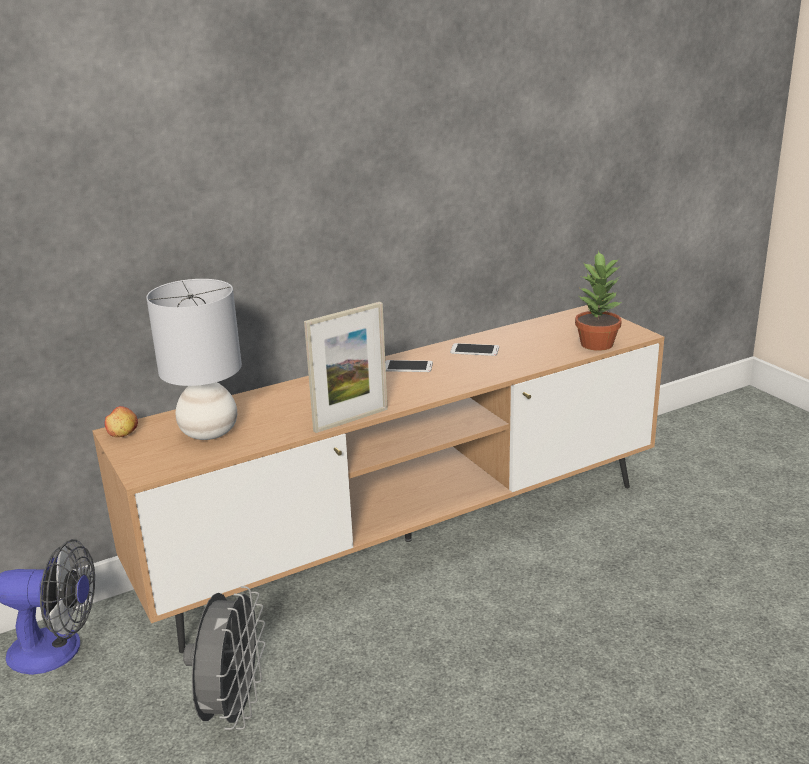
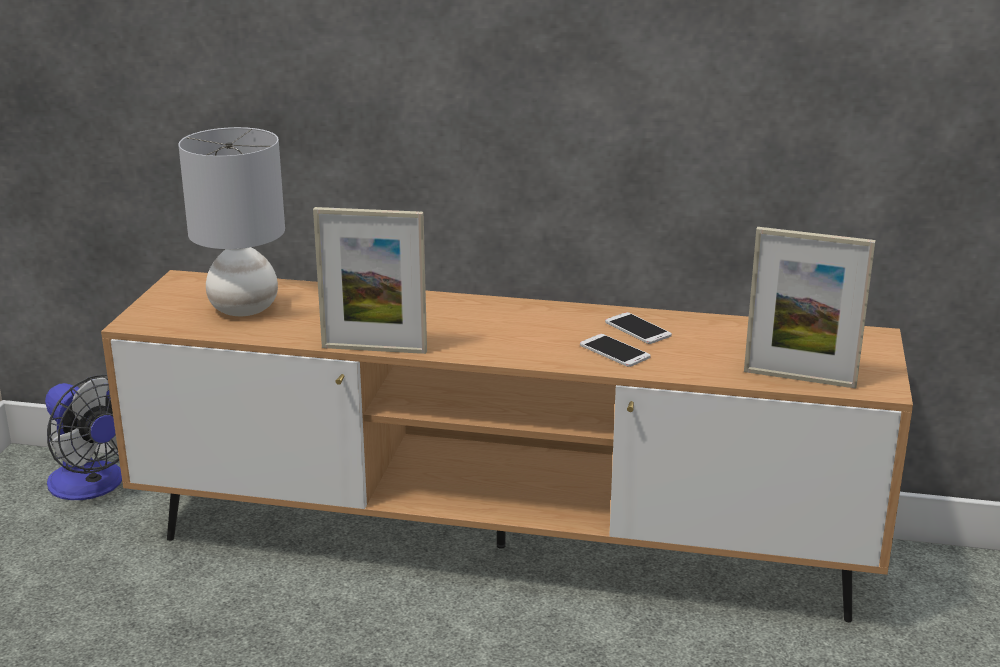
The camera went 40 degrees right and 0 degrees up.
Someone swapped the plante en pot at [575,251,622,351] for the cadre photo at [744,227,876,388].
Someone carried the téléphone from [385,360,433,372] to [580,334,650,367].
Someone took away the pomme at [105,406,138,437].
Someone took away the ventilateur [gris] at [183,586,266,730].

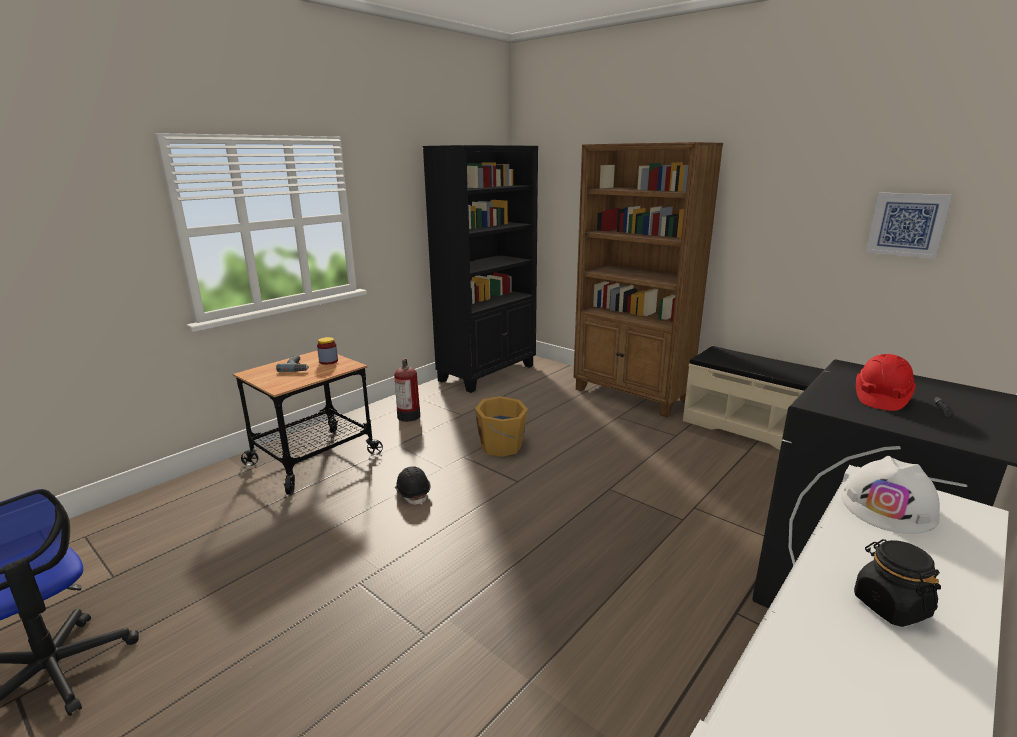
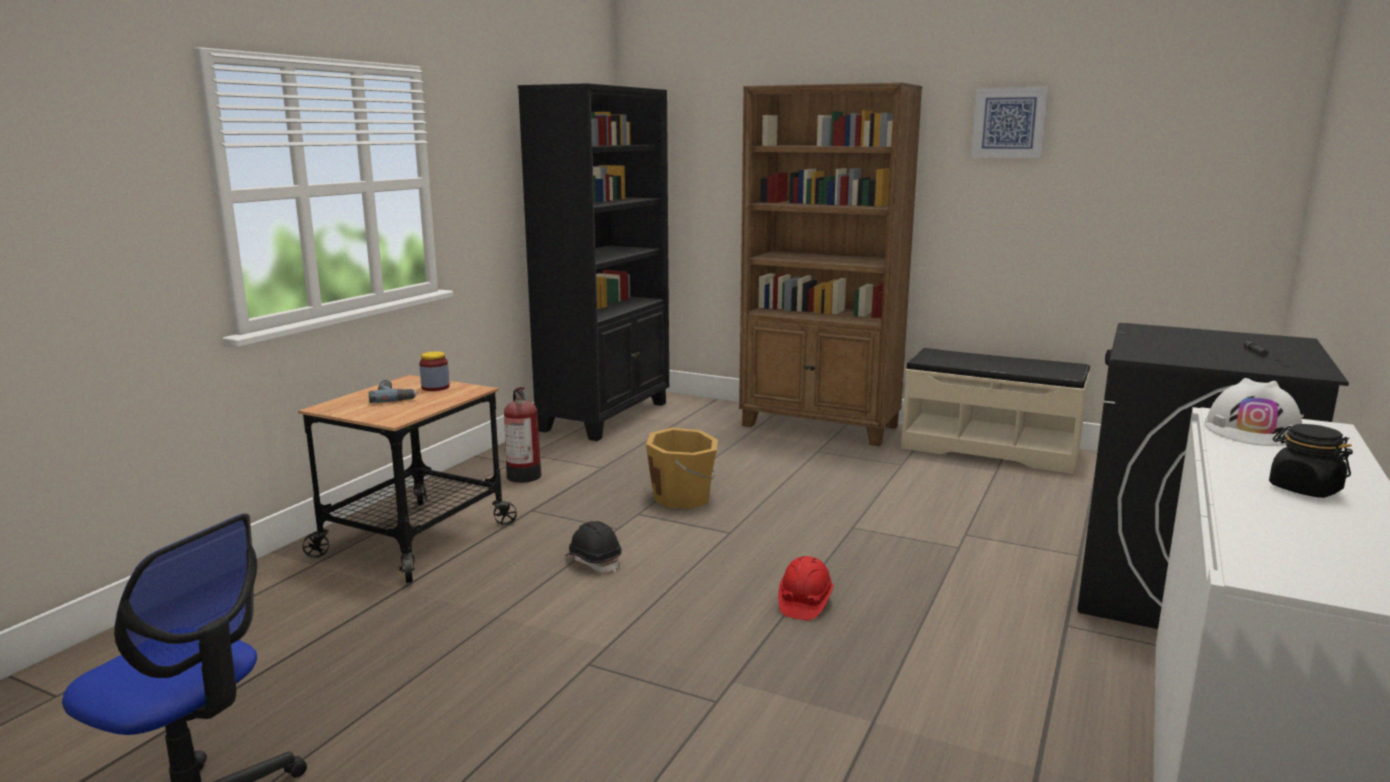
The camera went 15 degrees left and 5 degrees down.
Someone carried the tableau from [865,192,952,259] to [971,87,1048,158].
Someone carried the casque de chantier [rouge] from [856,354,916,411] to [778,556,834,620].

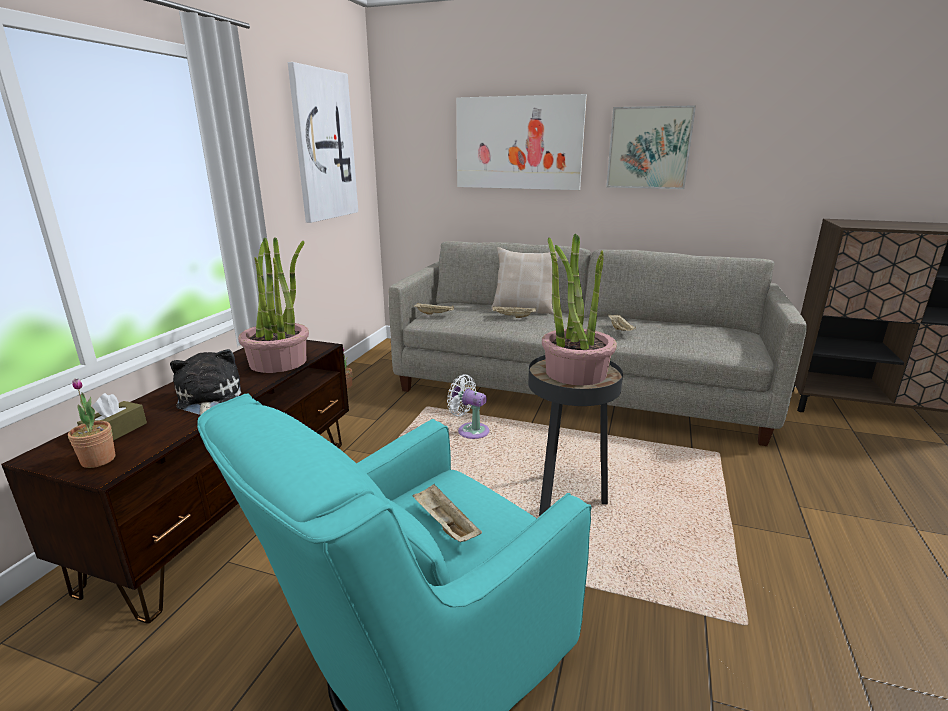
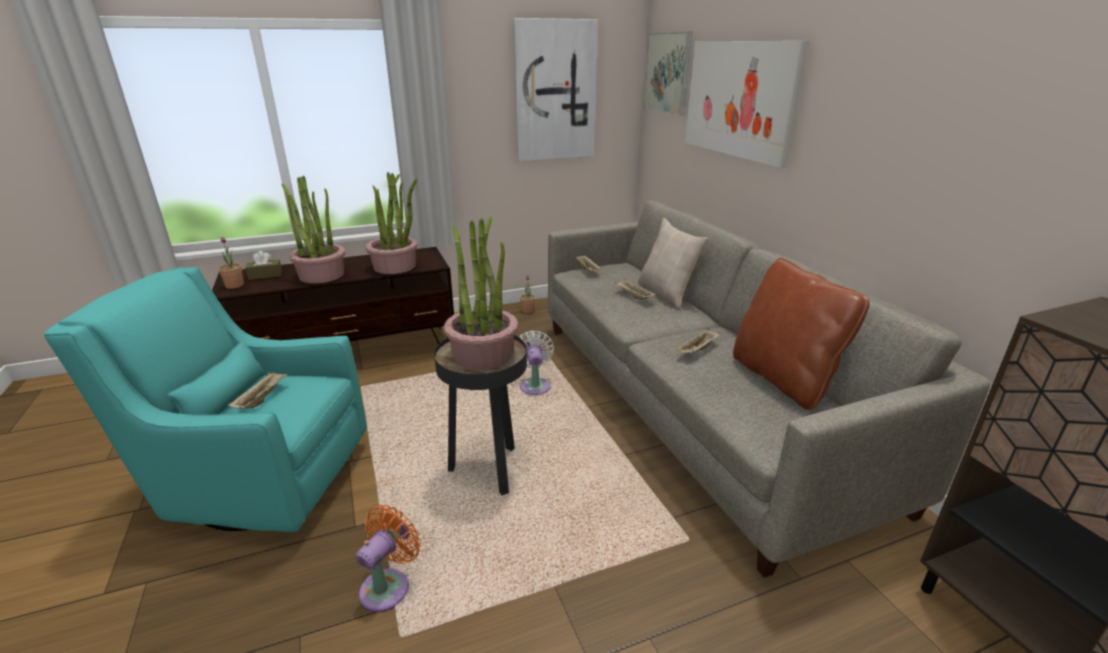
The camera went 50 degrees right and 5 degrees up.
Someone carried the tableau from [606,105,696,189] to [643,31,693,116].
Someone swapped the peluche at [170,349,241,415] for the plante en pot at [281,176,346,283].
Someone put down the coussin [marron] at [733,258,870,410].
Someone put down the ventilateur [orange] at [356,505,421,612].

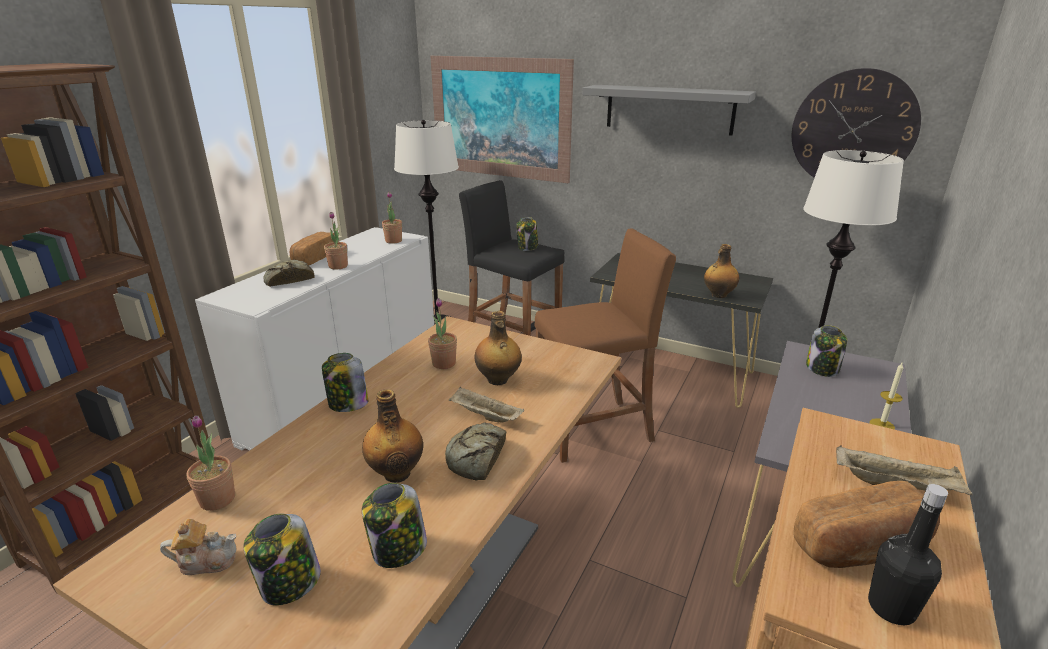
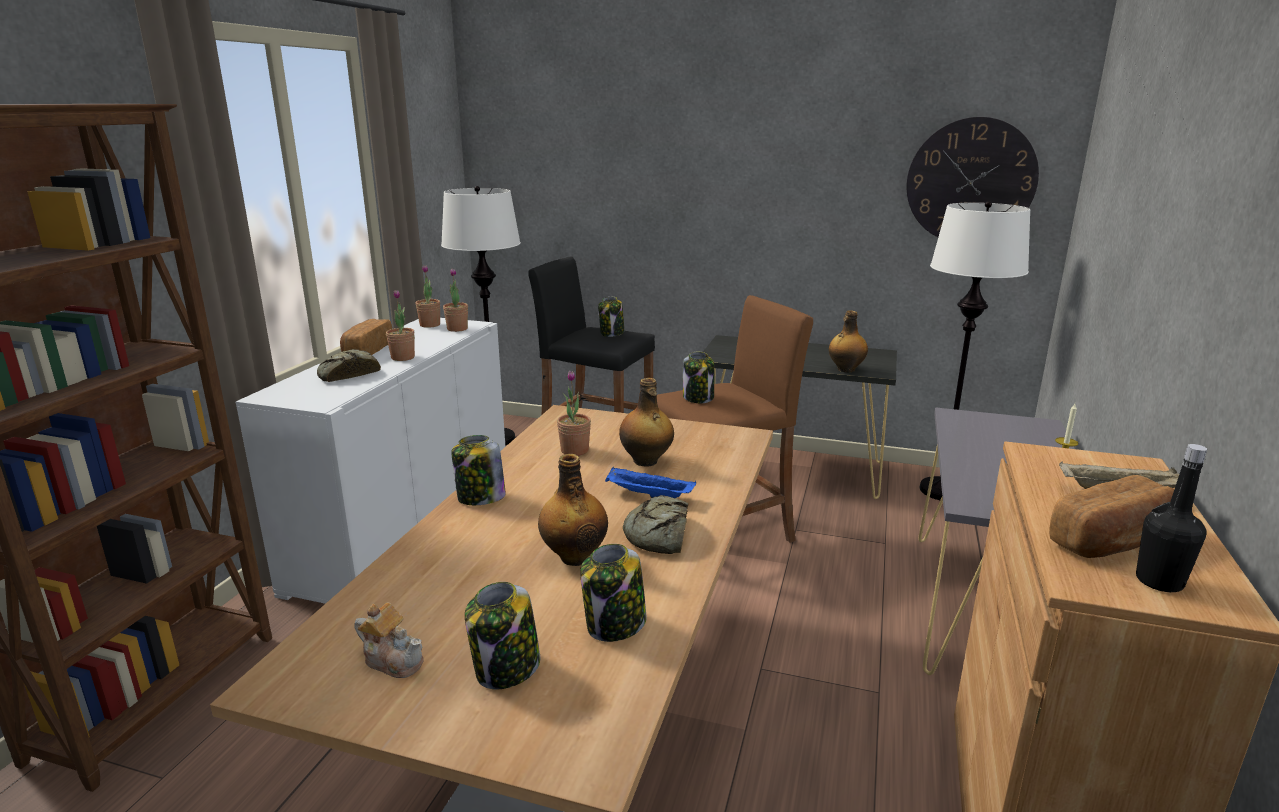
The camera went 10 degrees left and 5 degrees down.
Someone took away the tableau at [431,56,574,183].
Someone took away the étagère [gris] at [582,85,756,136].
Someone carried the bocal from [806,325,847,377] to [683,352,714,403].
Someone repainted the plateau [beige] at [449,387,524,422], which became the plateau [bleu] at [605,467,696,498].
Someone carried the plante en pot from [186,415,235,511] to [416,265,440,328].
Someone rotated the théière at [160,518,237,575] by 45 degrees clockwise.

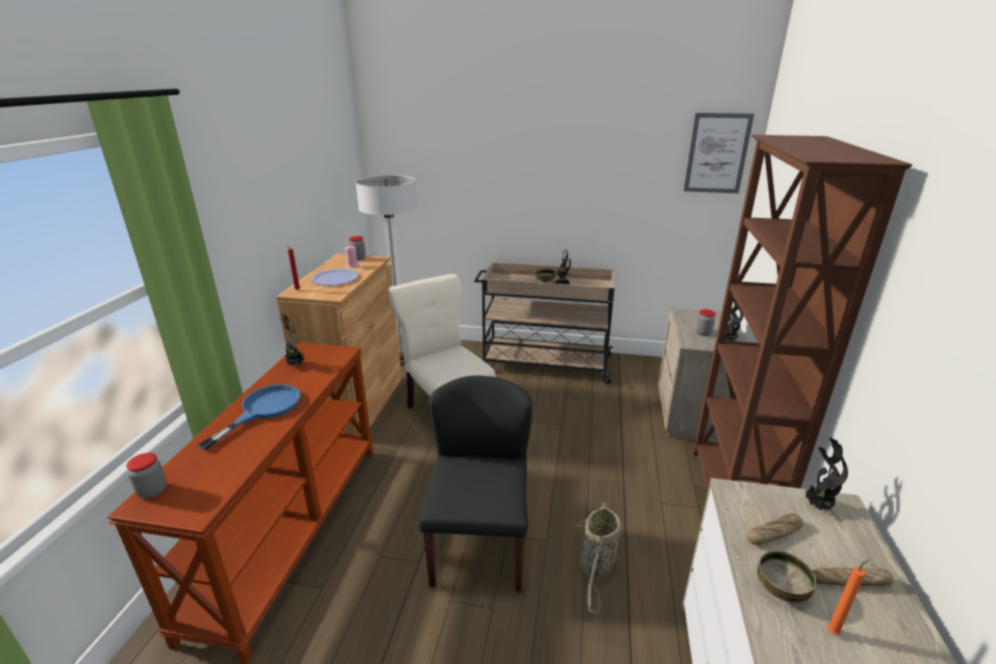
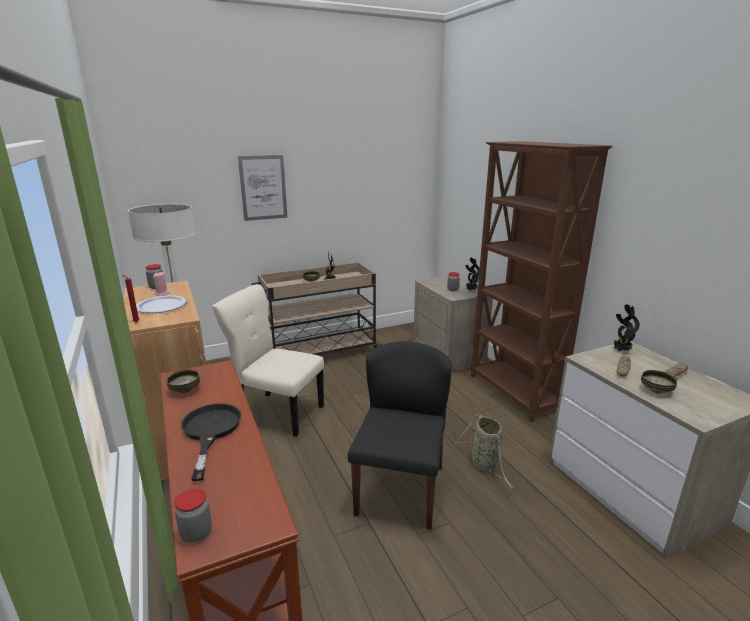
The camera went 35 degrees left and 5 degrees down.
Someone carried the tableau from [684,113,754,193] to [238,155,287,221].
Someone swapped the plante en pot at [280,314,305,365] for the bol at [166,370,200,393].
Someone rotated the chaise [noir] at [419,375,532,592] by 45 degrees clockwise.
Someone repainted the poêle [bleu] at [198,384,300,450], which became the poêle [noir] at [181,404,242,481].
Someone took away the bougie [orange] at [827,559,869,635].

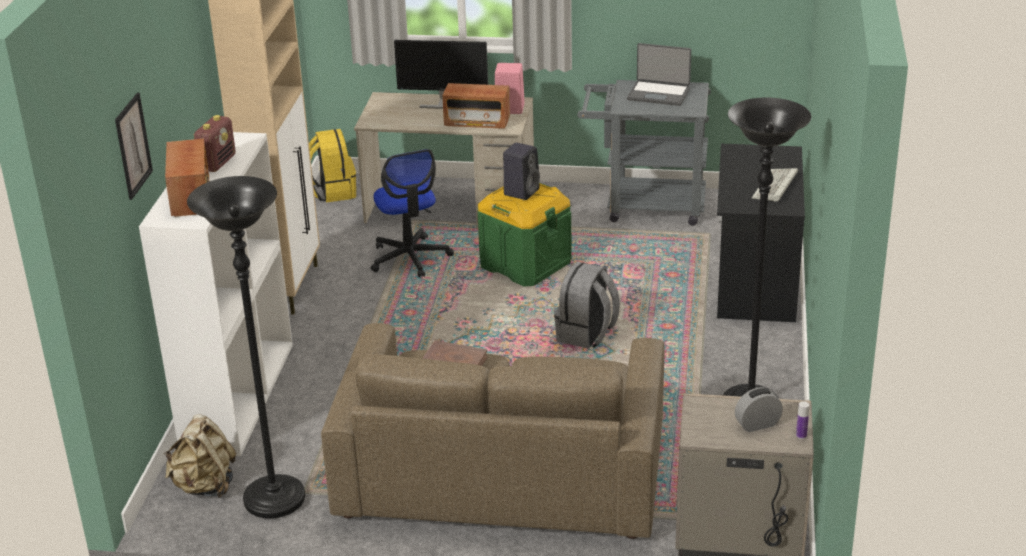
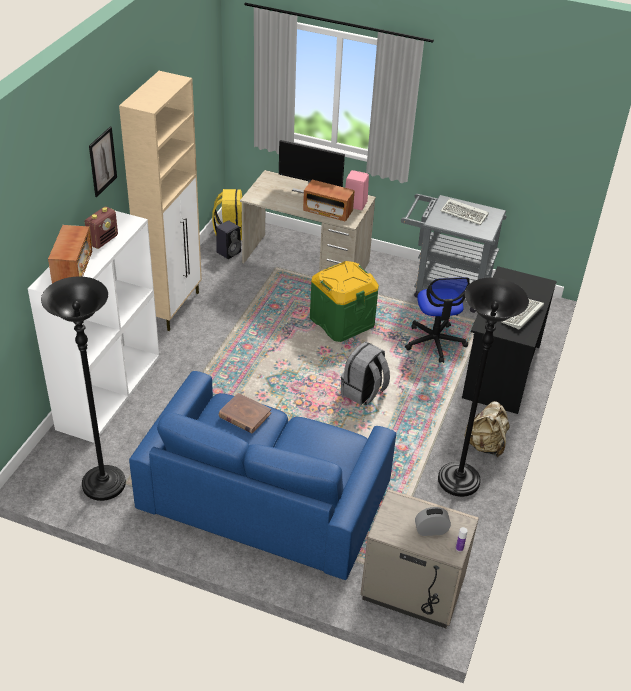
The camera went 10 degrees right and 10 degrees up.
Someone swapped the ordinateur portable at [627,43,691,106] for the clavier at [441,199,489,225].
Someone carried the tableau from [115,93,153,200] to [89,127,117,197].
Someone carried the enceinte [noir] from [503,143,540,200] to [216,220,241,259].
Someone carried the chaise de bureau from [371,149,454,278] to [405,277,470,363].
Someone repainted the canapé [marron] at [321,323,665,539], which became the canapé [bleu] at [129,371,396,580].
Someone carried the sac à dos [beige] from [164,414,236,498] to [465,401,509,457].

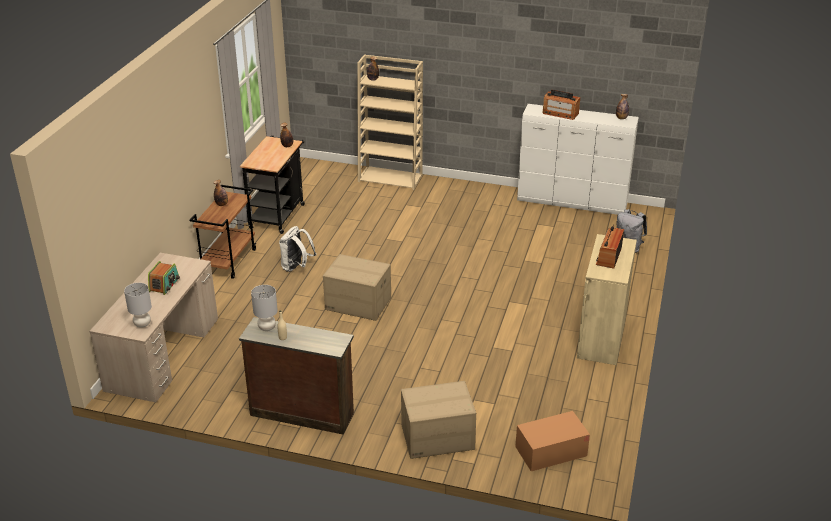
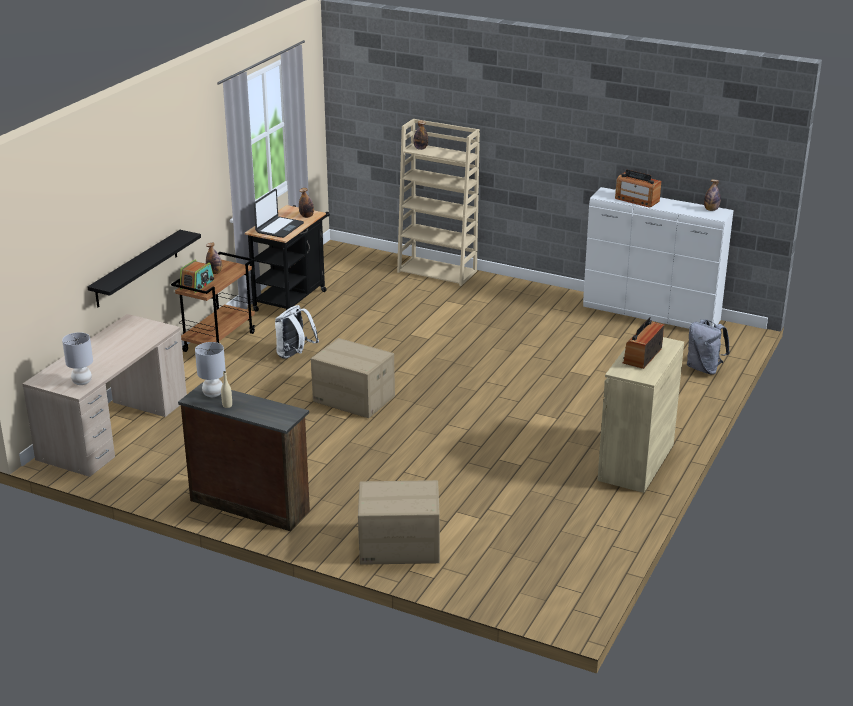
The camera went 10 degrees right and 5 degrees down.
Someone carried the radio from [148,261,180,295] to [180,260,214,293].
Someone took away the carton at [515,411,590,471].
Someone put down the ordinateur portable at [254,189,304,238].
Someone put up the étagère [noir] at [88,230,201,307].

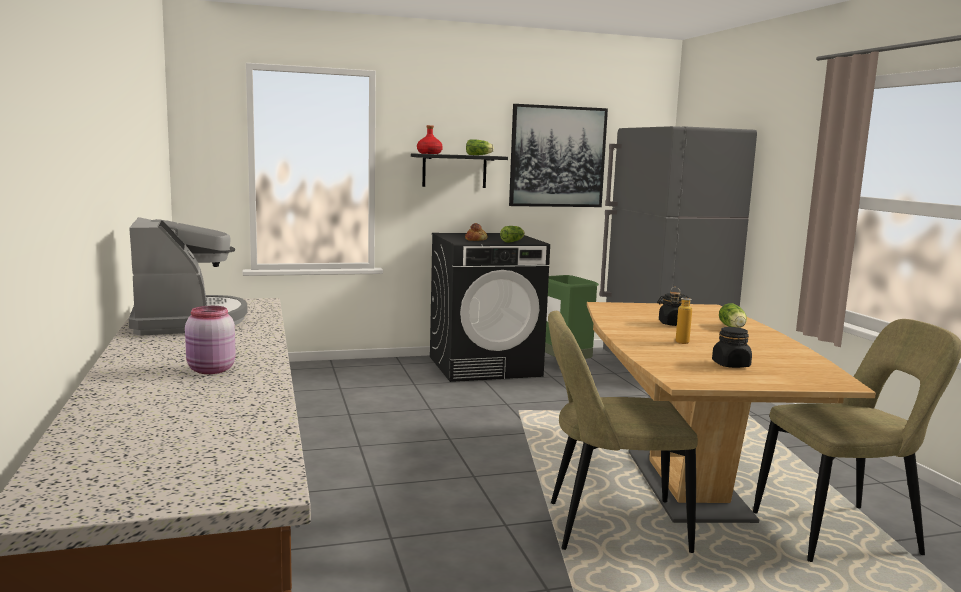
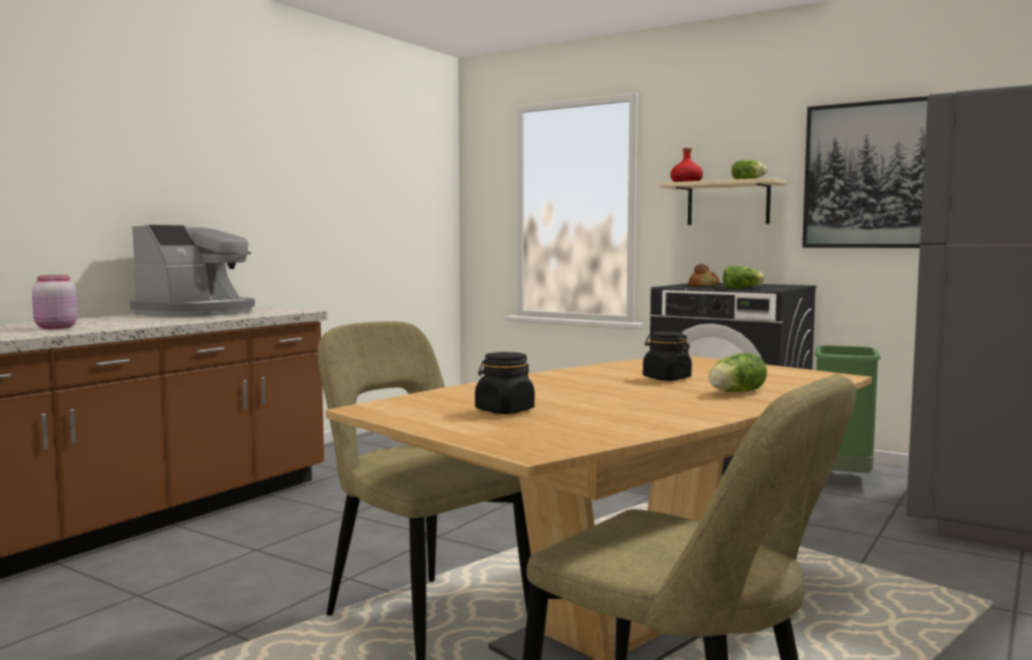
The camera went 50 degrees right and 5 degrees down.
Someone repainted the étagère [noir] at [411,153,508,188], which became the étagère [beige] at [658,178,787,225].
Someone took away the bouteille at [670,287,692,344].

